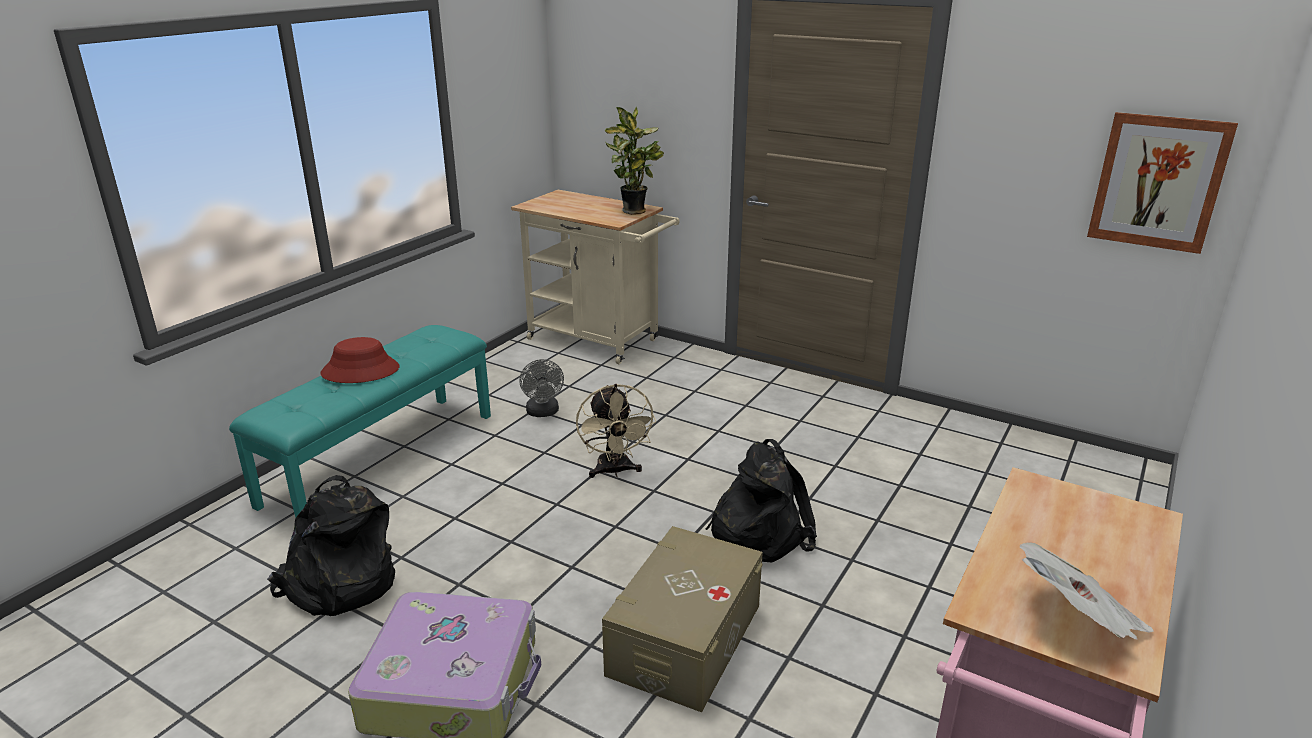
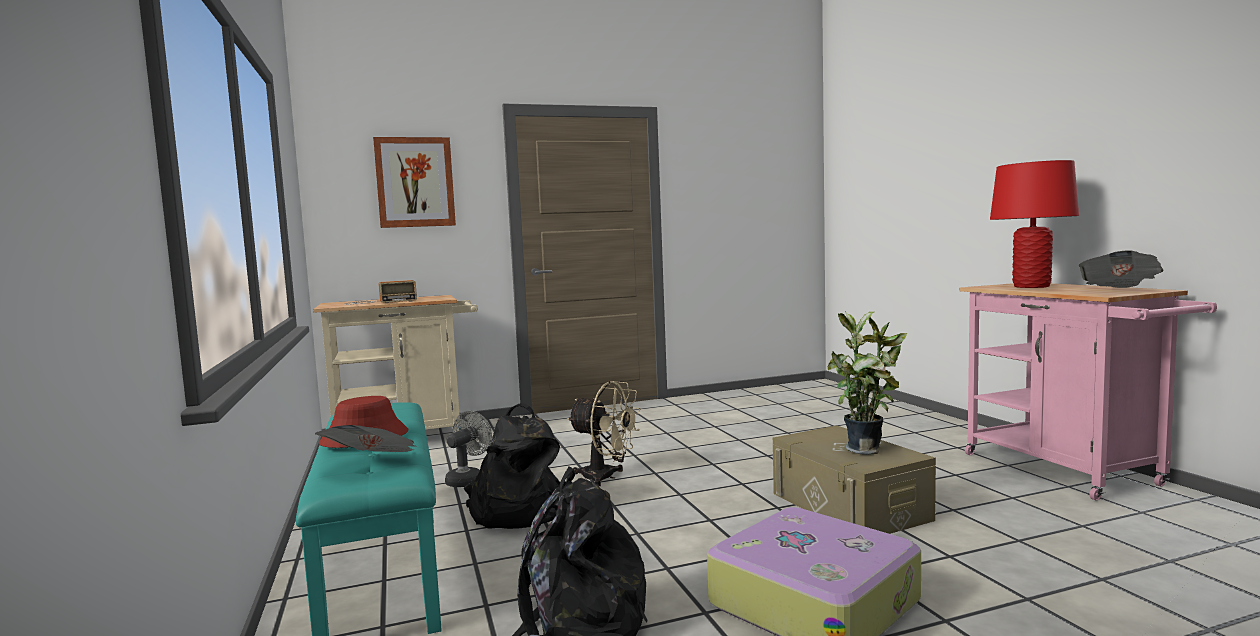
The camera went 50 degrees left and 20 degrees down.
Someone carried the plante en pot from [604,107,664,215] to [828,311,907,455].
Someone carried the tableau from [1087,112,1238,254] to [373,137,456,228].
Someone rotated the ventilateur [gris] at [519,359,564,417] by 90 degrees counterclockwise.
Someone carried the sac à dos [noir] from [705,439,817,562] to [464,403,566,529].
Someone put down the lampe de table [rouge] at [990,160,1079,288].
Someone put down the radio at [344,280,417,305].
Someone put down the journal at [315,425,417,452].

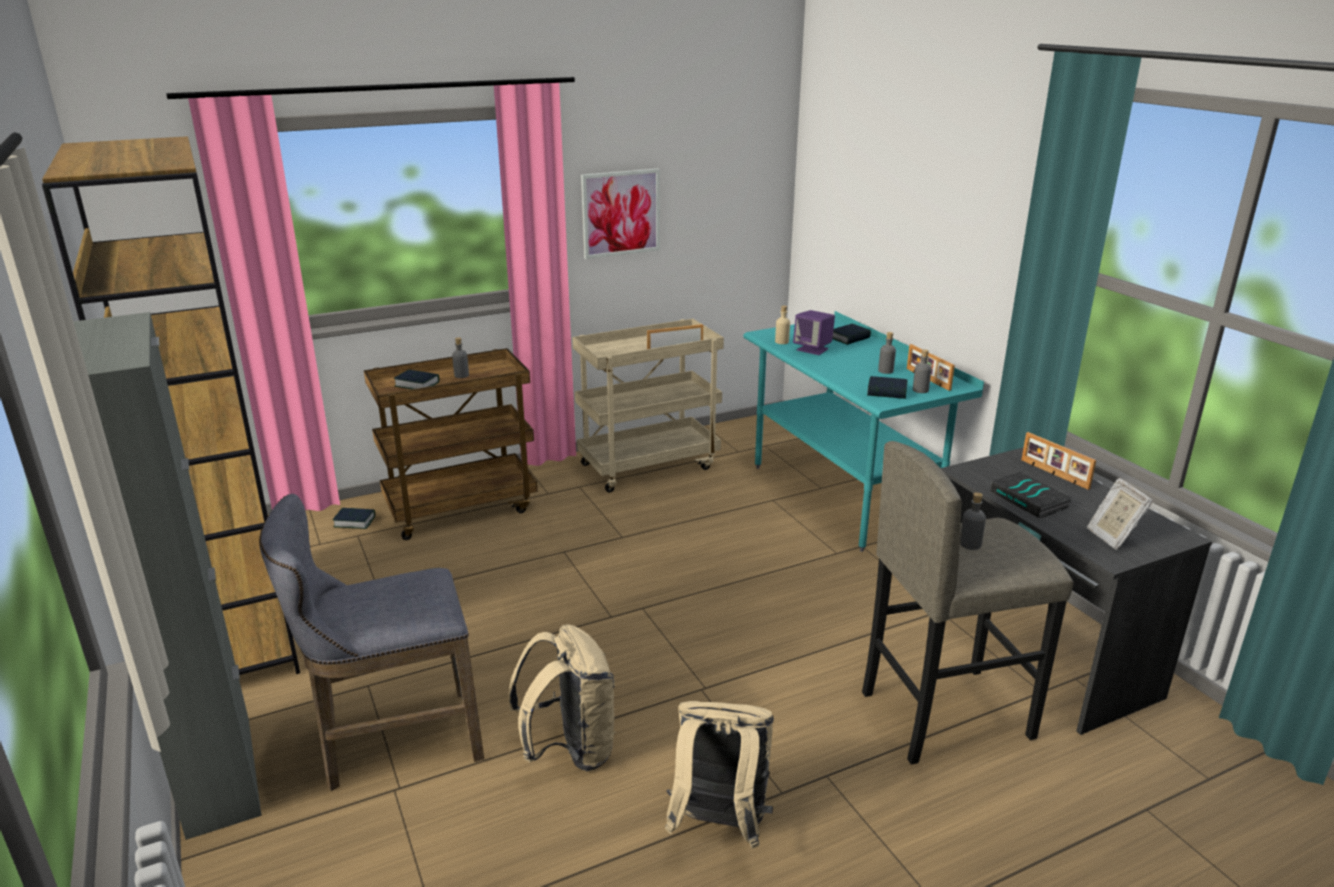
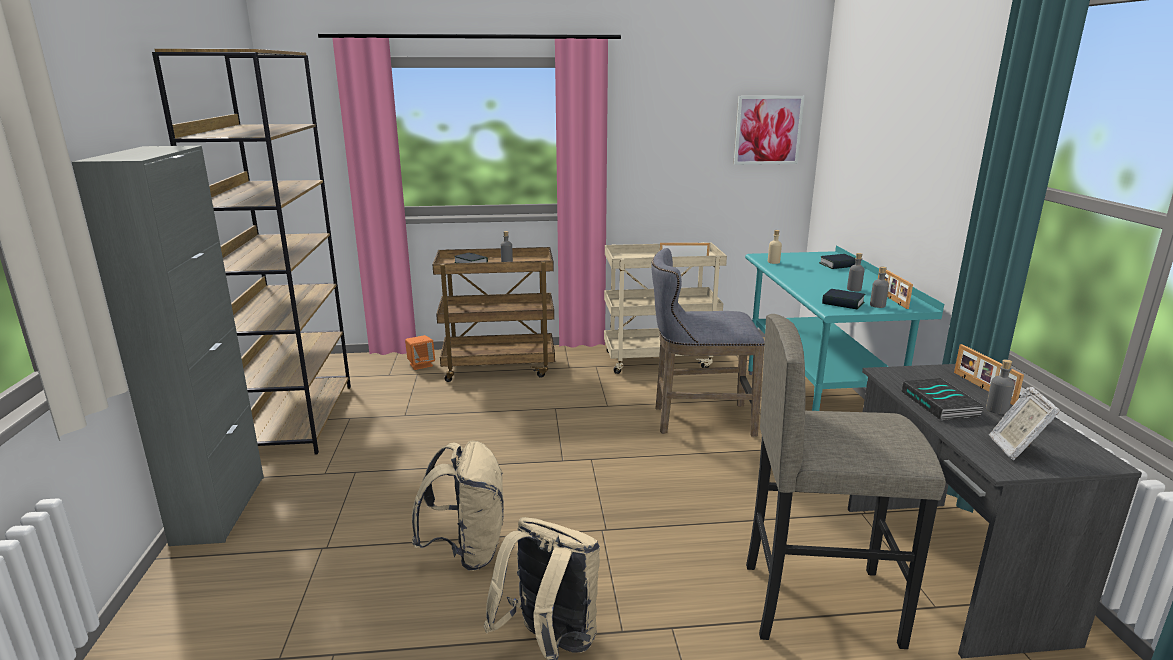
The camera went 20 degrees right and 5 degrees down.
Someone carried the tableau from [581,168,660,259] to [733,96,805,165].
Someone took away the enceinte [violet] at [793,310,835,355].
Someone carried the bouteille [gris] from [960,492,986,550] to [986,360,1014,414].
Someone carried the tabouret [gris] from [259,494,484,791] to [651,248,765,436].
Someone swapped the livre at [333,508,375,529] for the enceinte [orange] at [405,335,435,370].

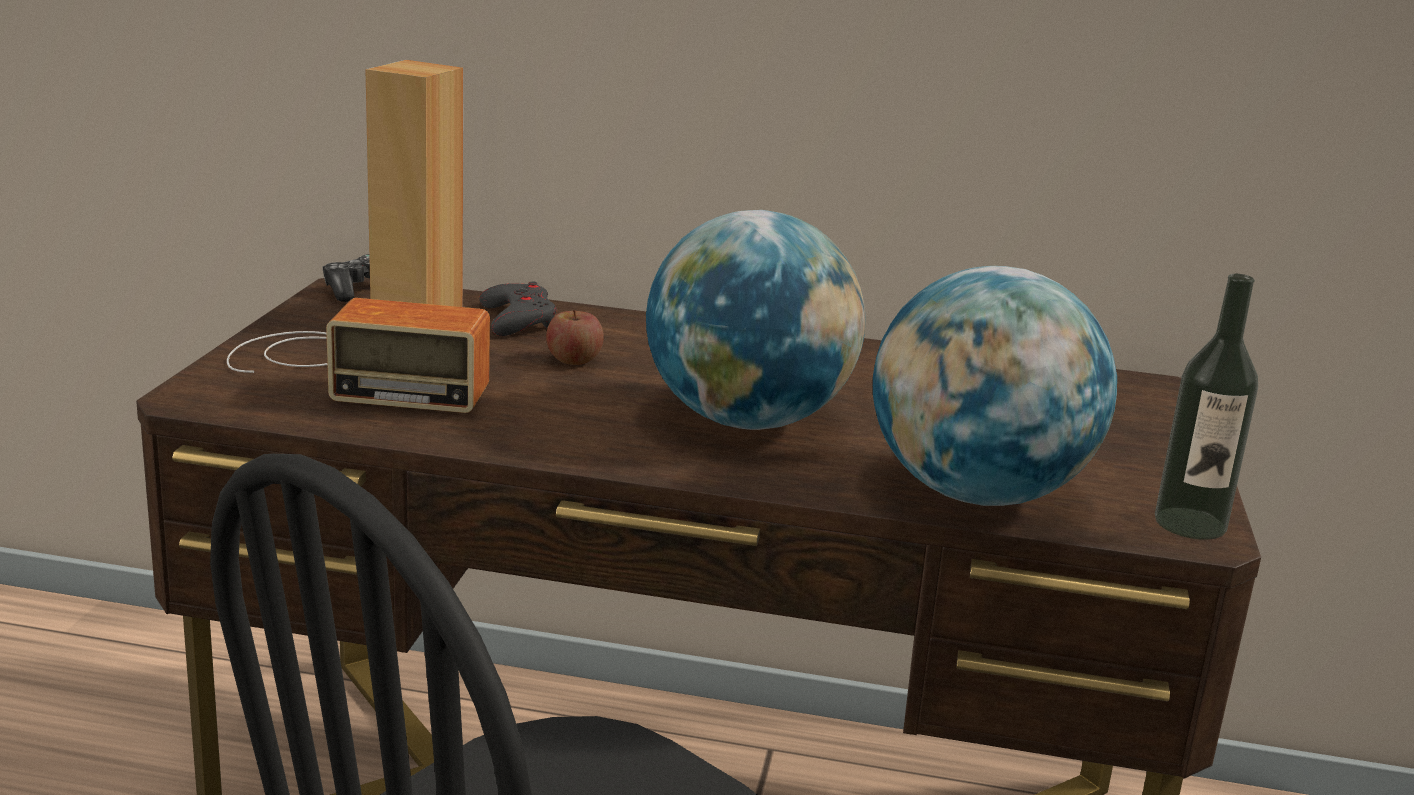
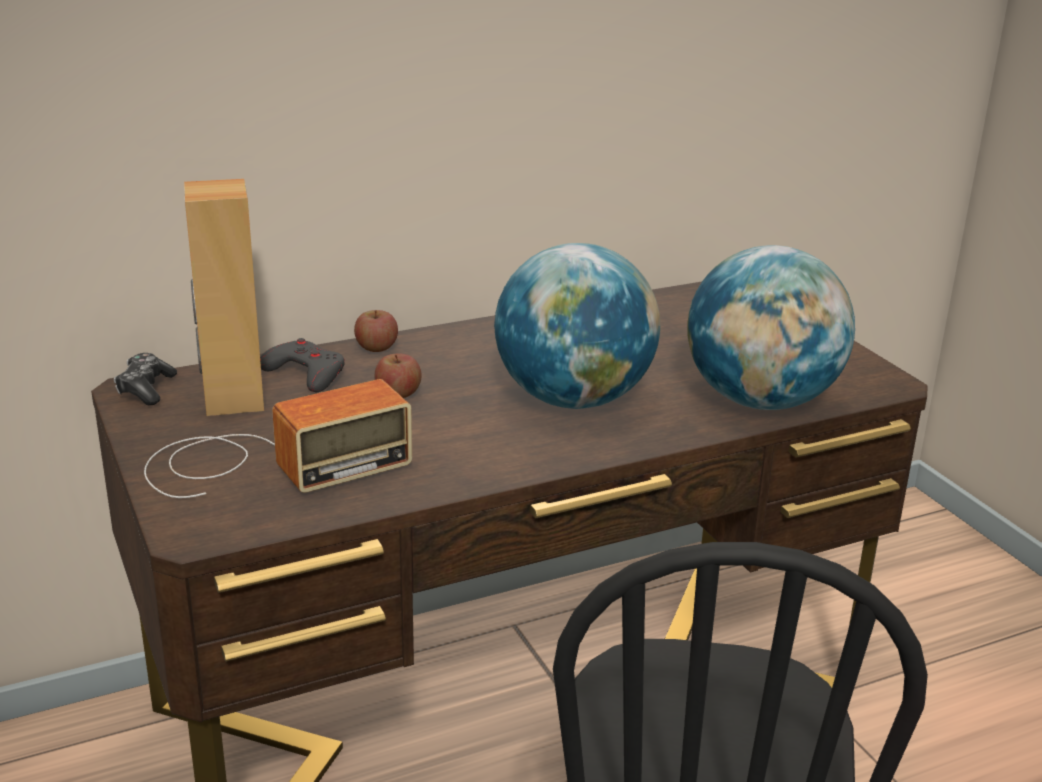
The camera went 35 degrees left and 5 degrees up.
Someone took away the bouteille at [1155,274,1258,540].
Someone put down the pomme at [354,310,398,352].

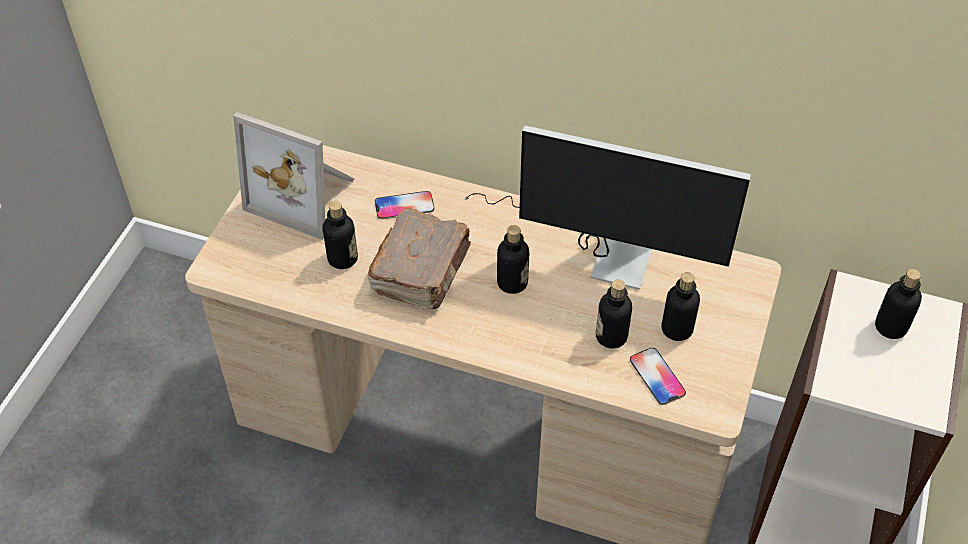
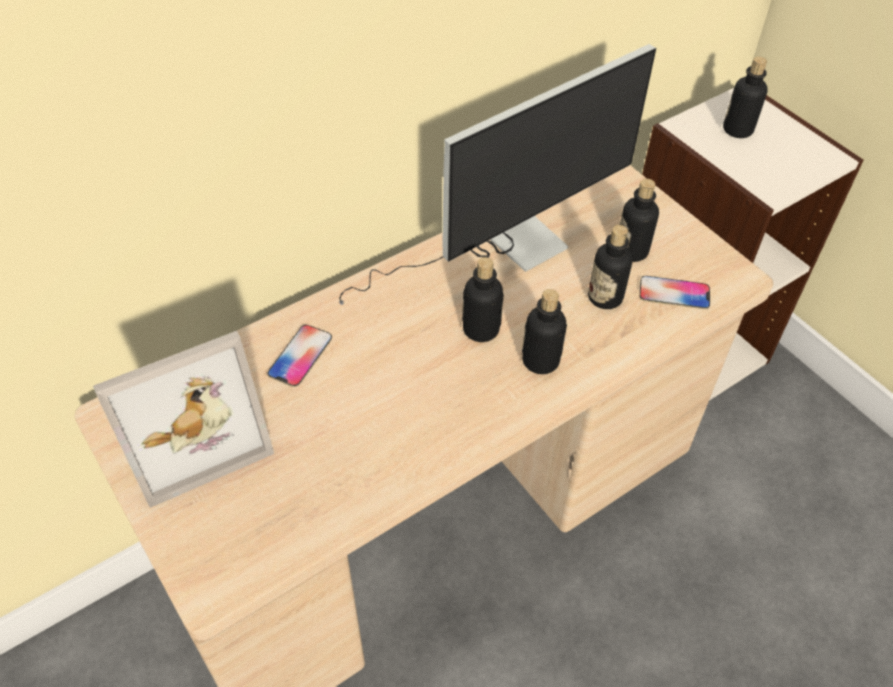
The camera went 55 degrees left and 0 degrees up.
Someone carried the bouteille from [323,201,358,269] to [522,289,567,374].
Someone took away the livre [marron] at [368,208,471,309].

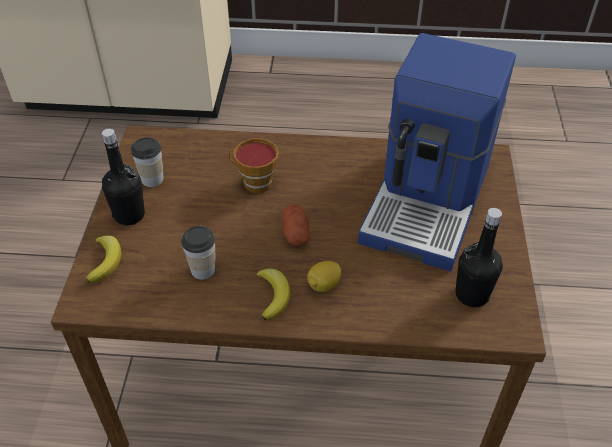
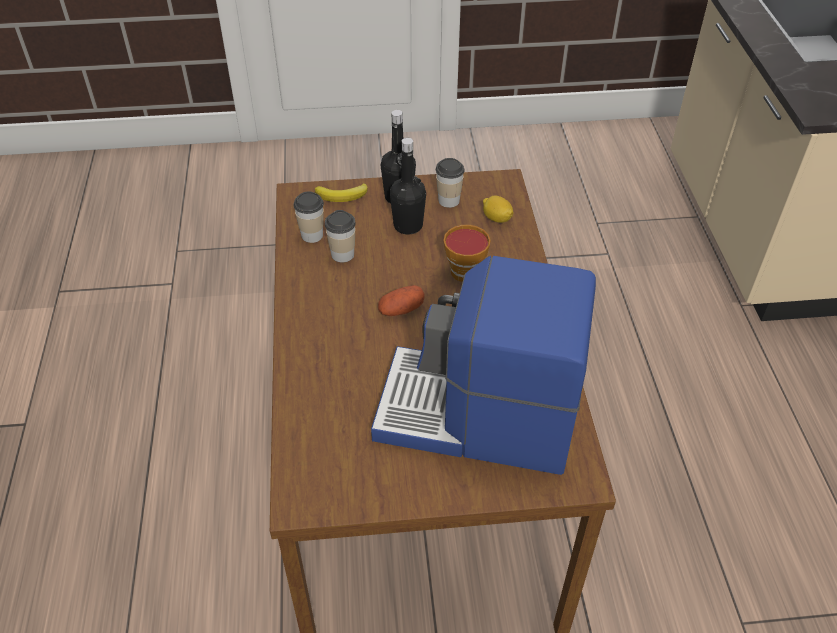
The camera went 80 degrees right and 0 degrees up.
Someone carried the bouteille [noir] from [455,208,503,307] to [390,138,426,234].
Someone carried the citron from [307,261,341,292] to [483,195,513,223].
Someone took away the banane at [256,268,290,321].
Someone put down the tasse at [293,191,324,243].

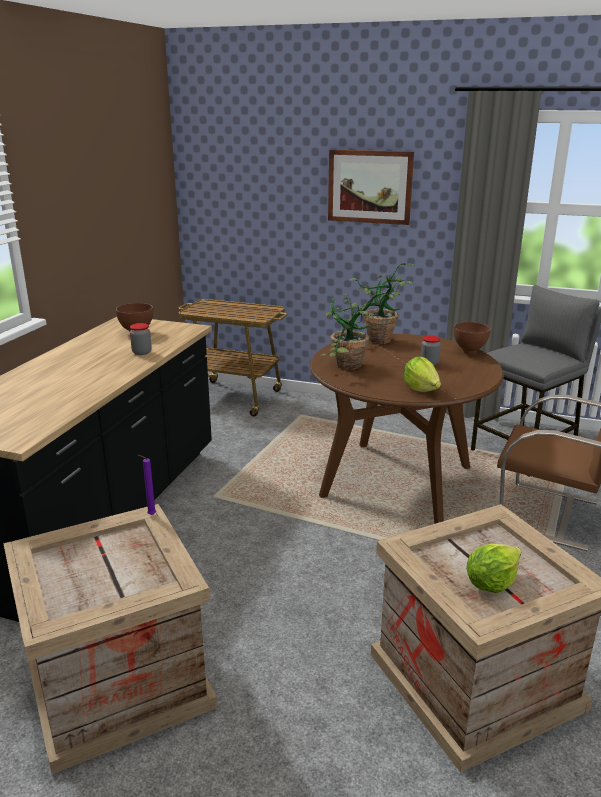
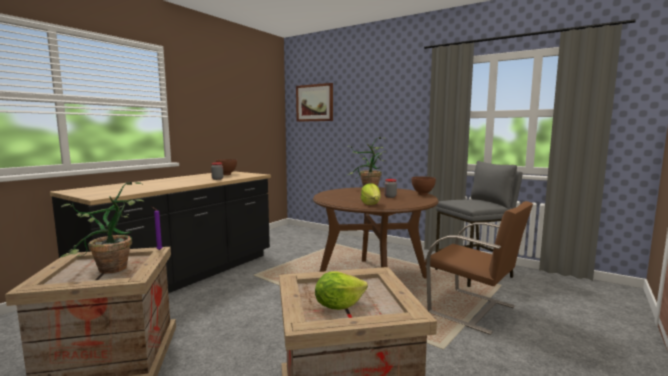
The camera went 15 degrees right and 15 degrees down.
Someone carried the tableau from [328,150,414,225] to [296,83,333,122].
Someone carried the plante en pot from [321,275,400,370] to [60,182,143,274].
Someone took away the chariot at [179,299,287,417].

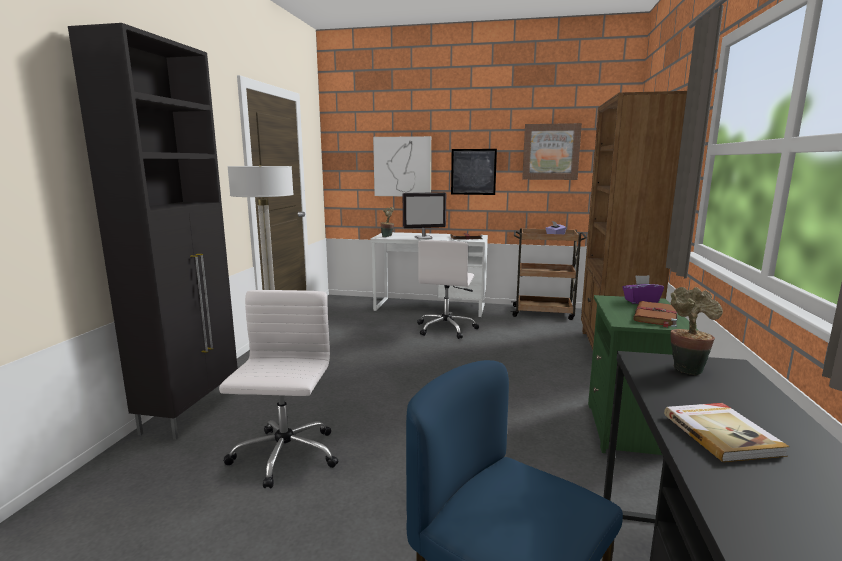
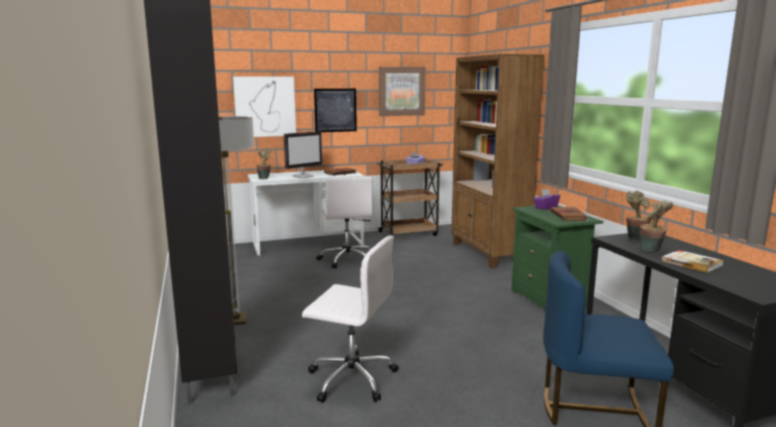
The camera went 30 degrees left and 0 degrees up.
Someone rotated the chaise de bureau [blanc] at [219,290,339,488] by 135 degrees clockwise.
Someone put down the plante en pot at [640,201,673,251].

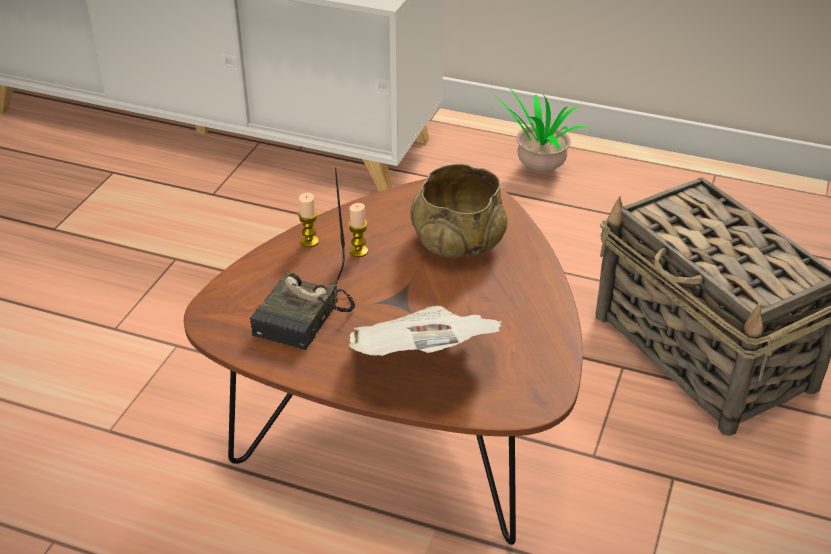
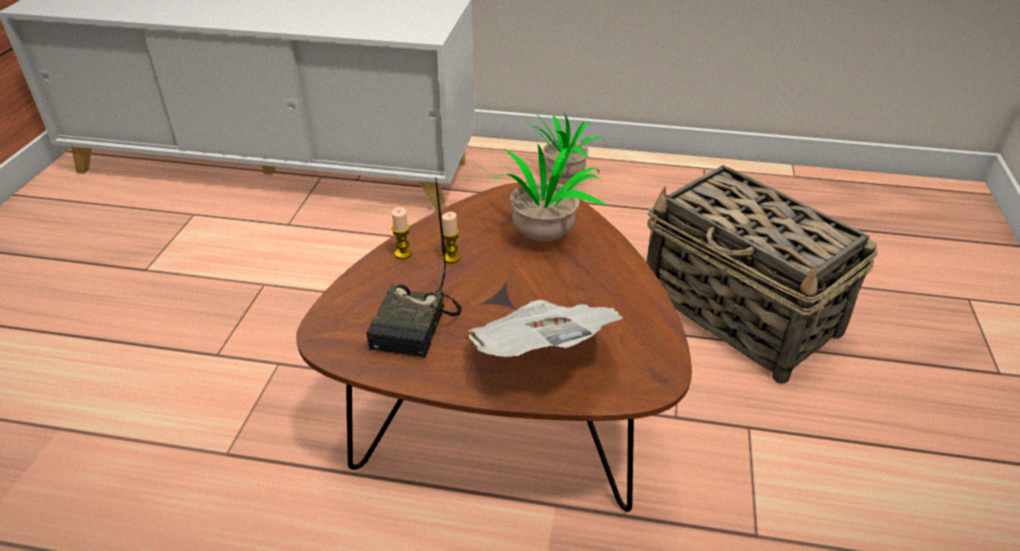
The camera went 10 degrees left and 0 degrees up.
Someone swapped the bol [beige] at [410,164,507,258] for the plante en pot at [467,145,606,242].

